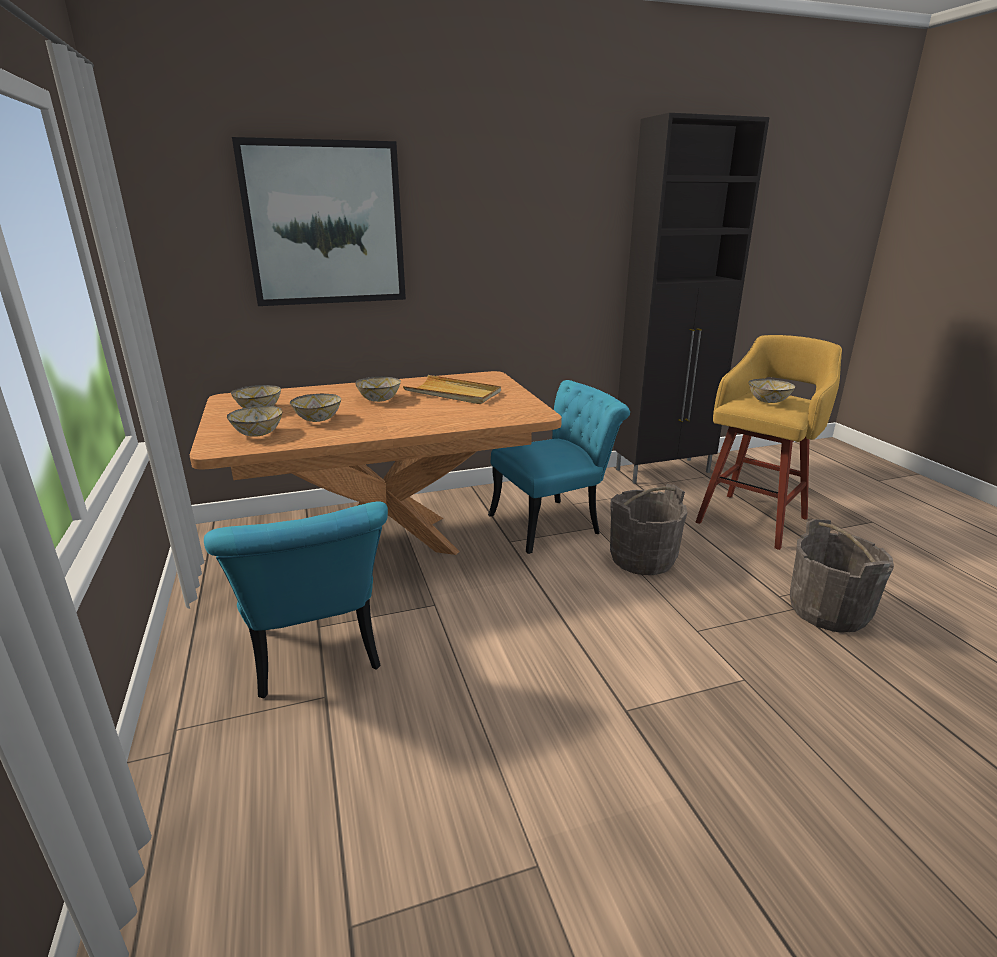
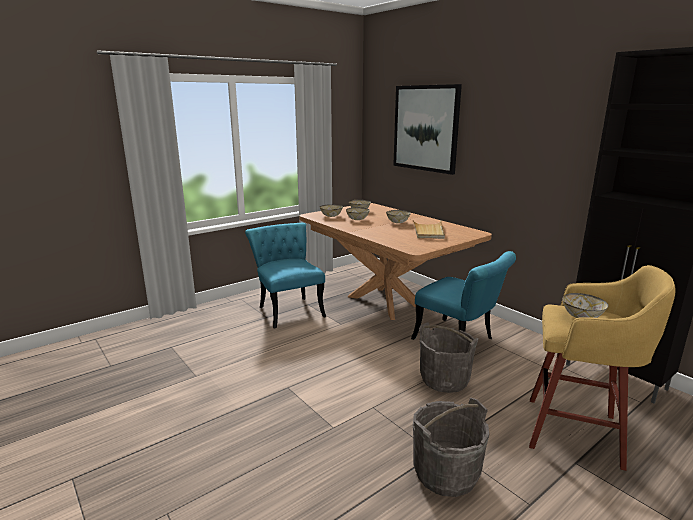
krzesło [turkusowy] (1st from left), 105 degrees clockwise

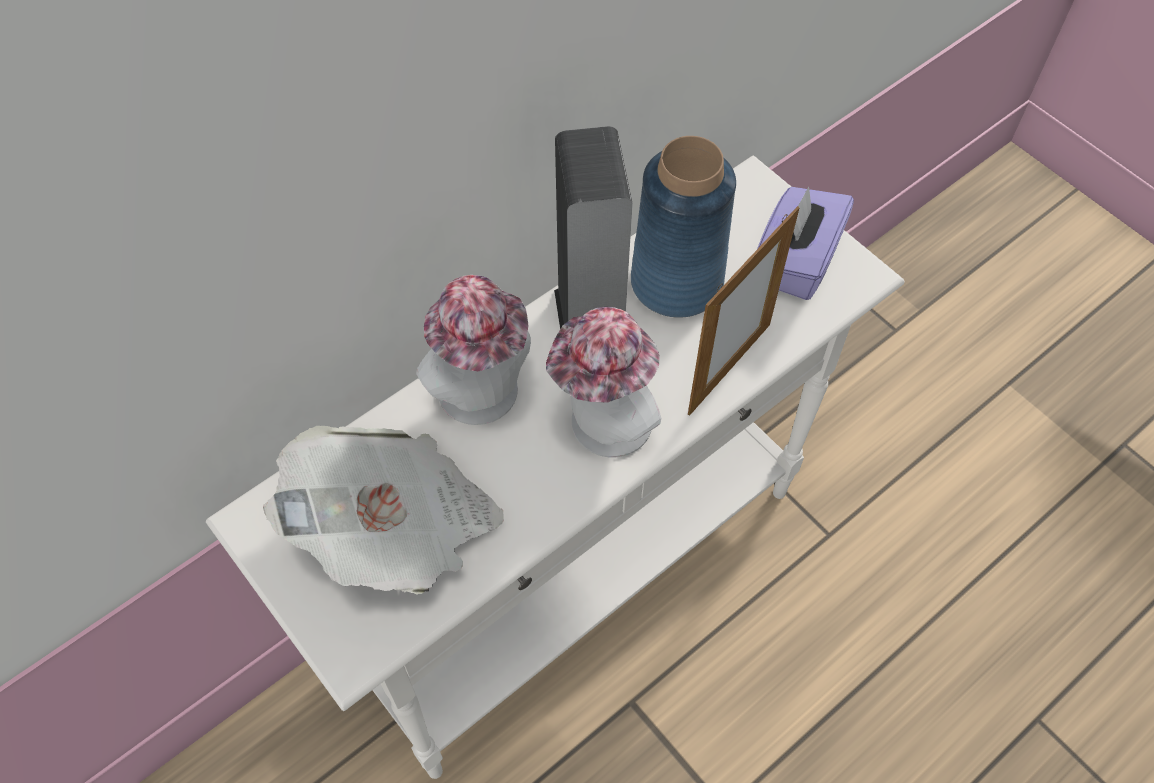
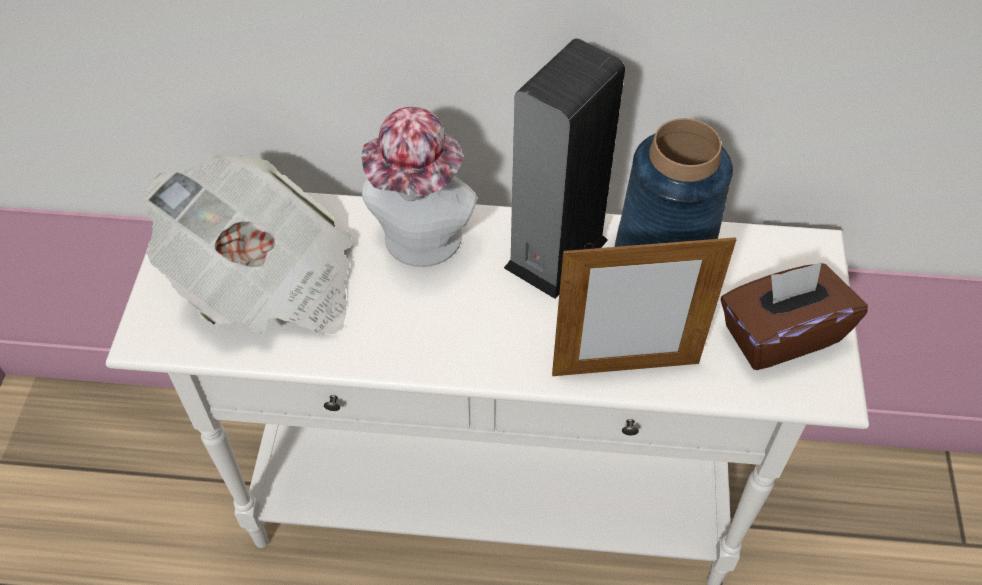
kapelusz (2nd from left) -> none
pudełko chusteczek [fioletowy] -> pudełko chusteczek [brązowy]

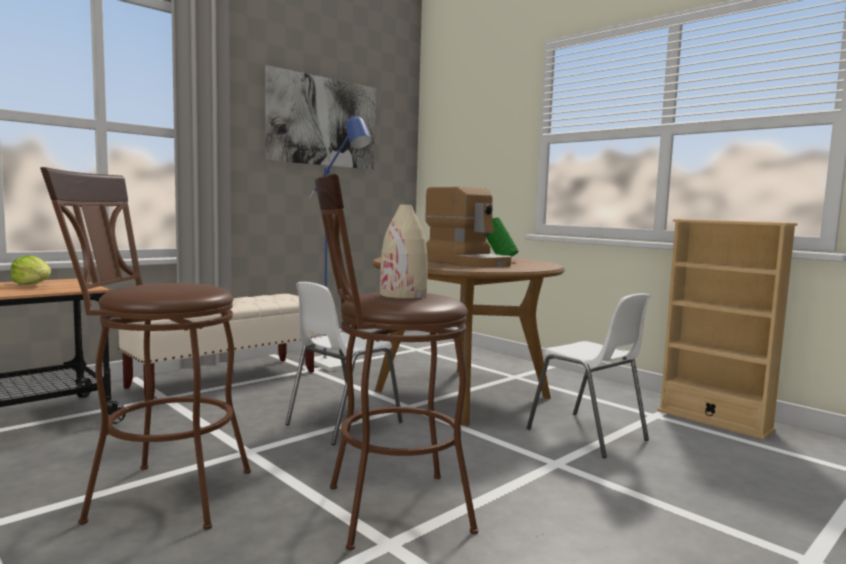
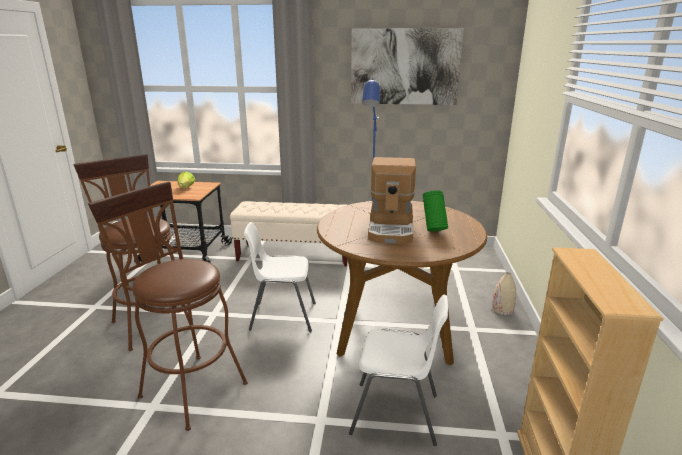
wazon [beżowy], move
krzesło [biały] (2nd from left), 90 degrees counterclockwise

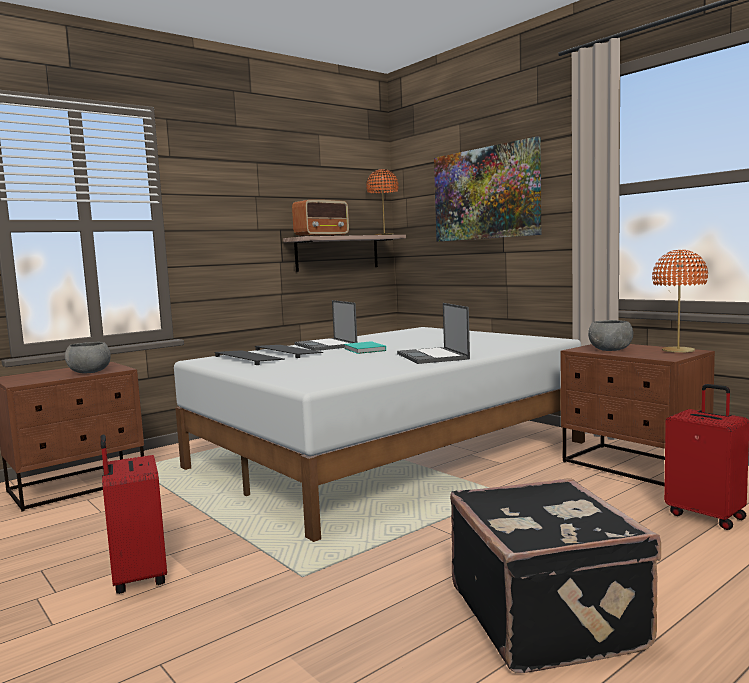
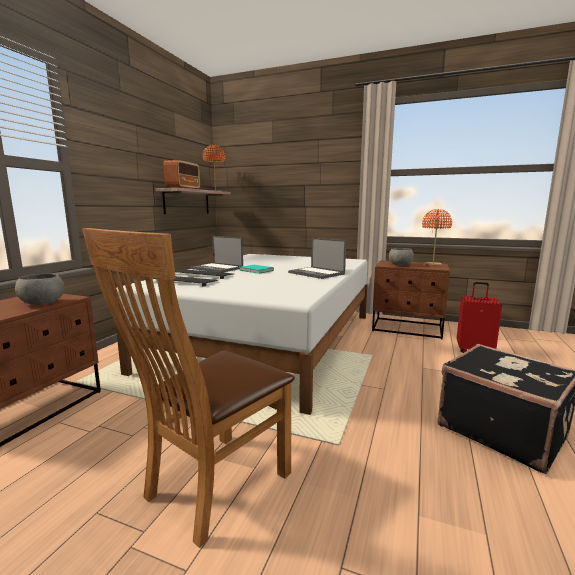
walizka [czerwony] (1st from left) -> krzesło [brązowy]
obraz -> none

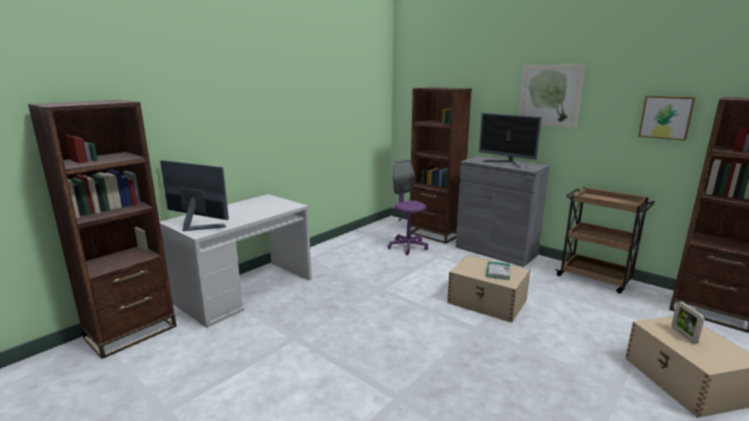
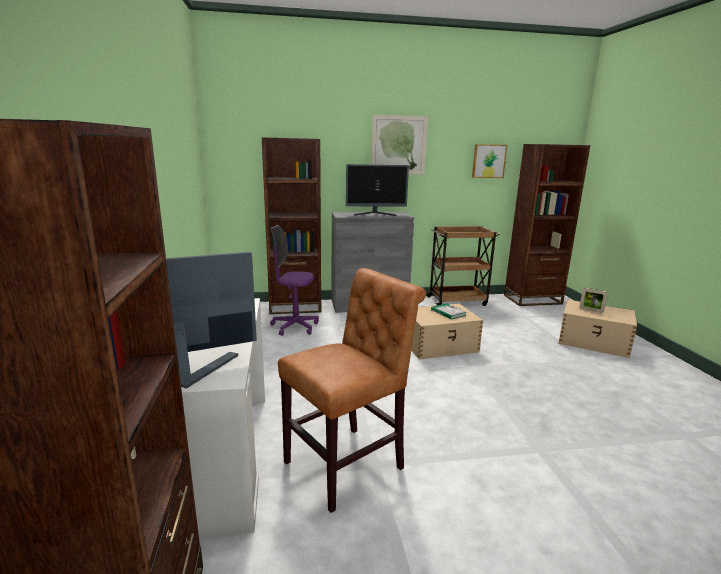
none -> krzesło [brązowy]

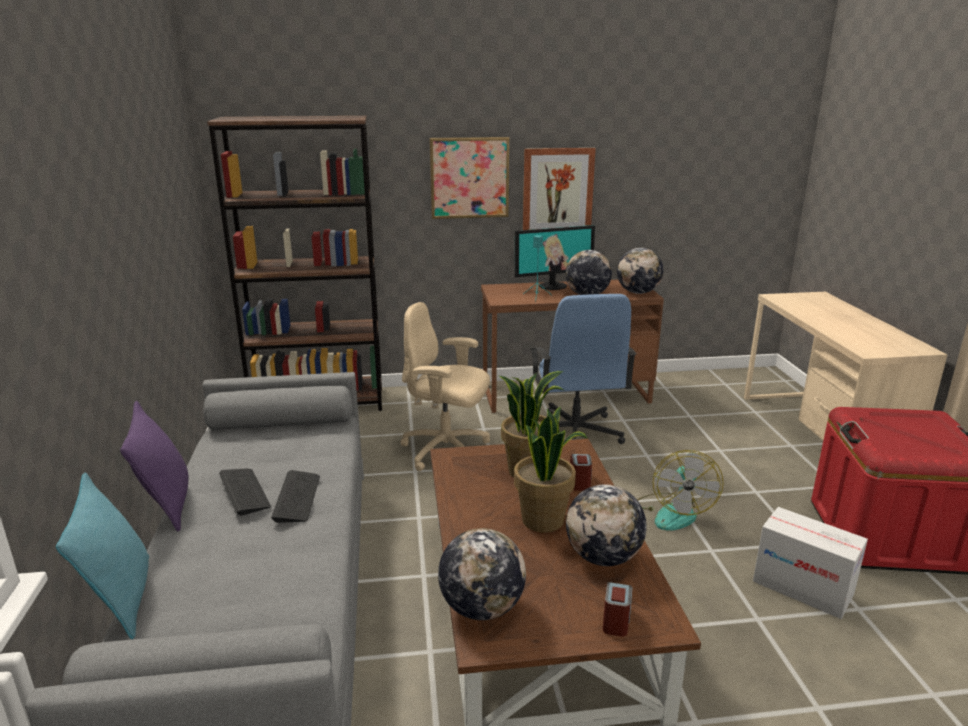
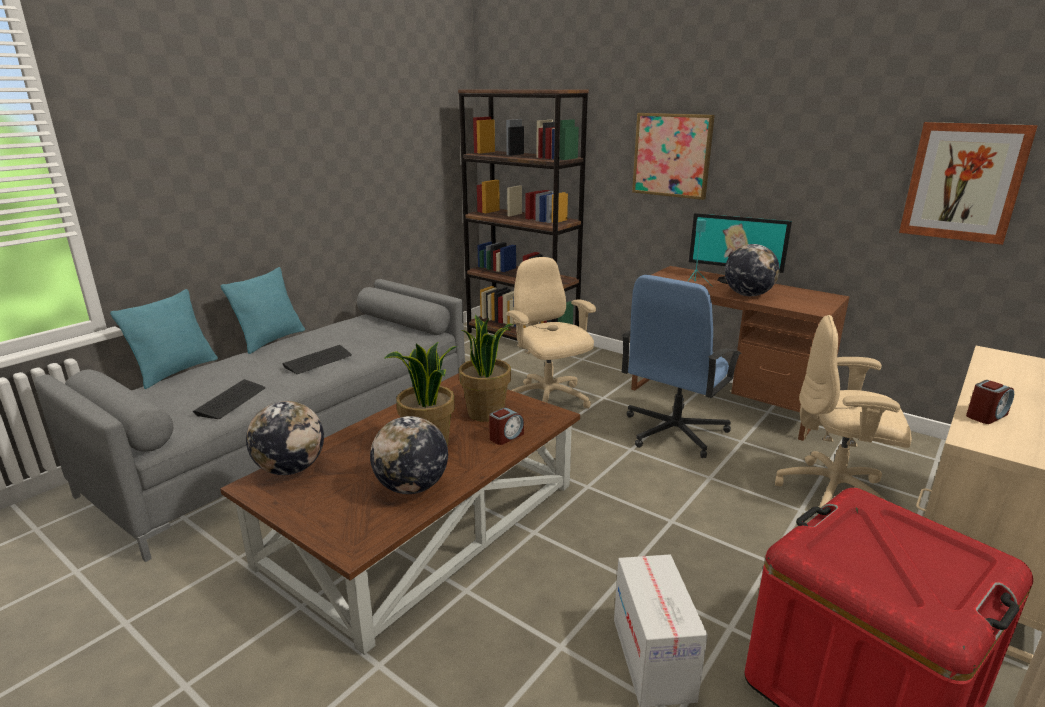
poduszka [fioletowy] -> poduszka [turkusowy] (2nd from left)
klawiatura (1st from left), move
obraz (2nd from left), move
budzik (2nd from left), move
globus (4th from left) -> none
wentylator -> none
none -> krzesło biurowe [beżowy] (2nd from left)

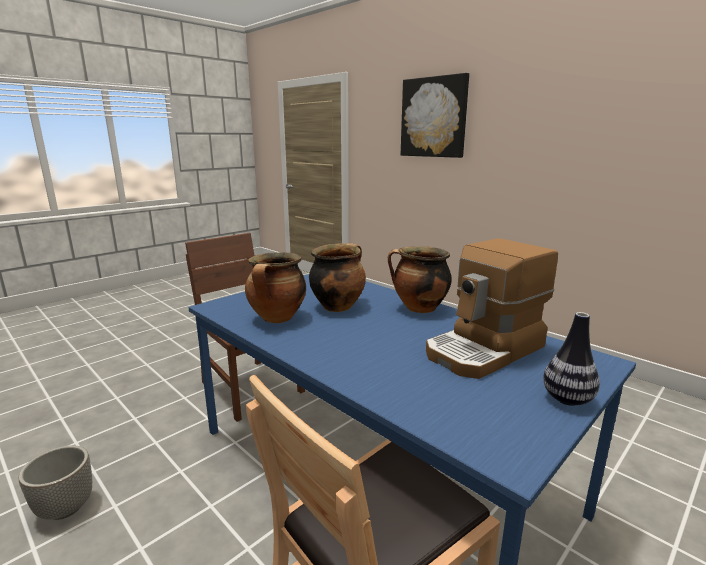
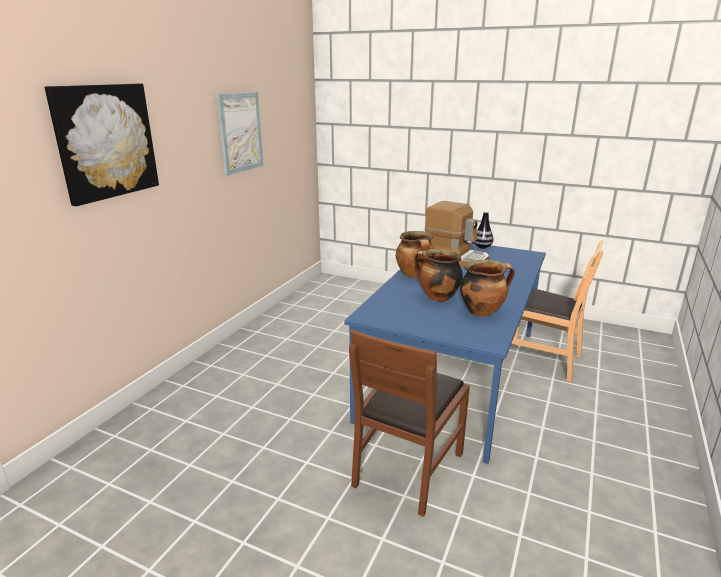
donica -> none
none -> obraz (2nd from left)

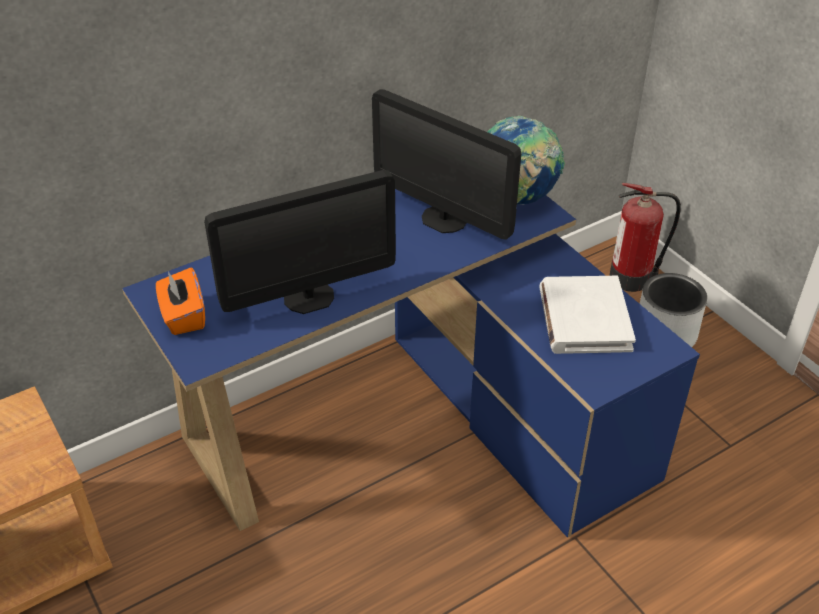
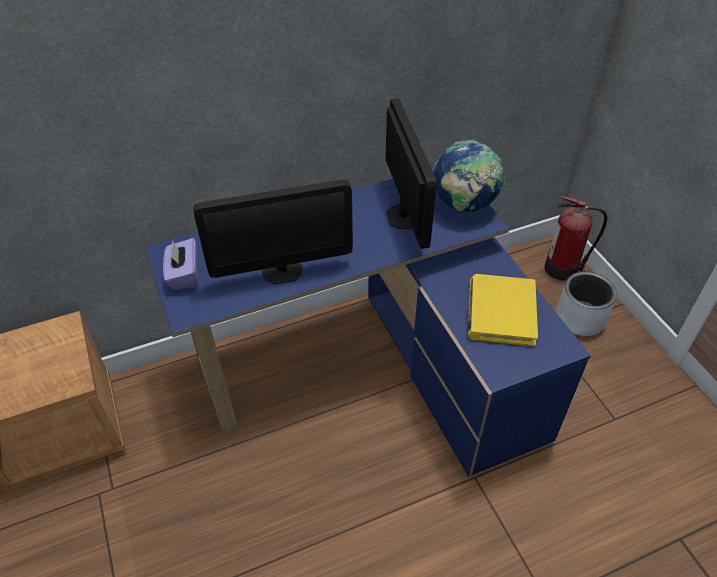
pudełko chusteczek [pomarańczowy] -> pudełko chusteczek [fioletowy]
monitor (2nd from left), 150 degrees counterclockwise
książka [biały] -> książka [żółty]

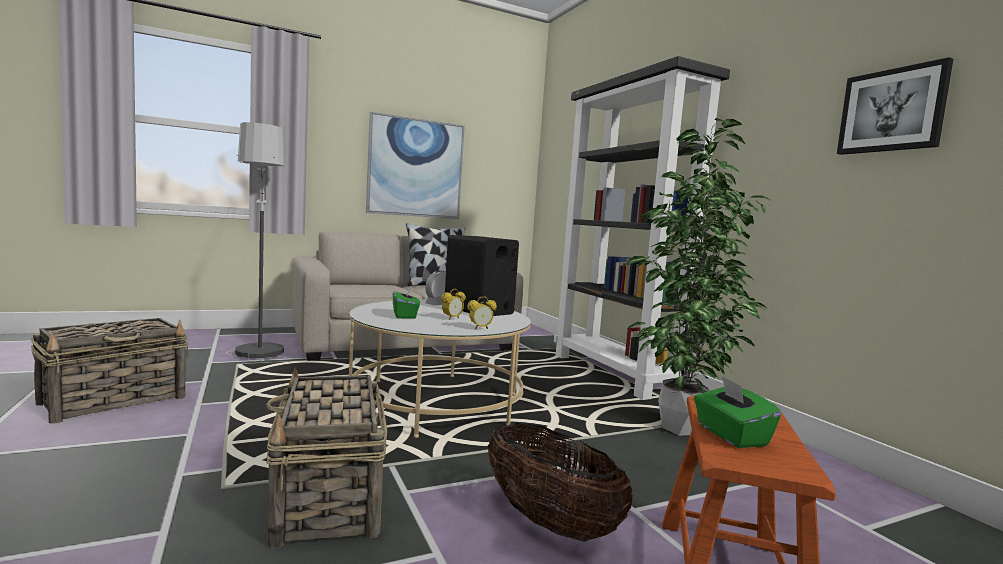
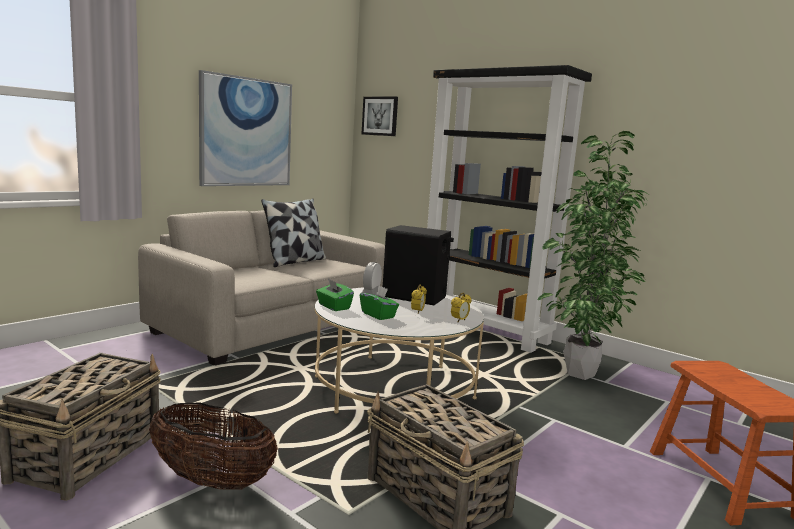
lampa stojąca -> none
koszyk (3rd from left in the first image) -> koszyk (2nd from left), move
pudełko chusteczek [zielony] (2nd from left in the first image) -> pudełko chusteczek [zielony] (1st from left), move
obraz (2nd from left), move

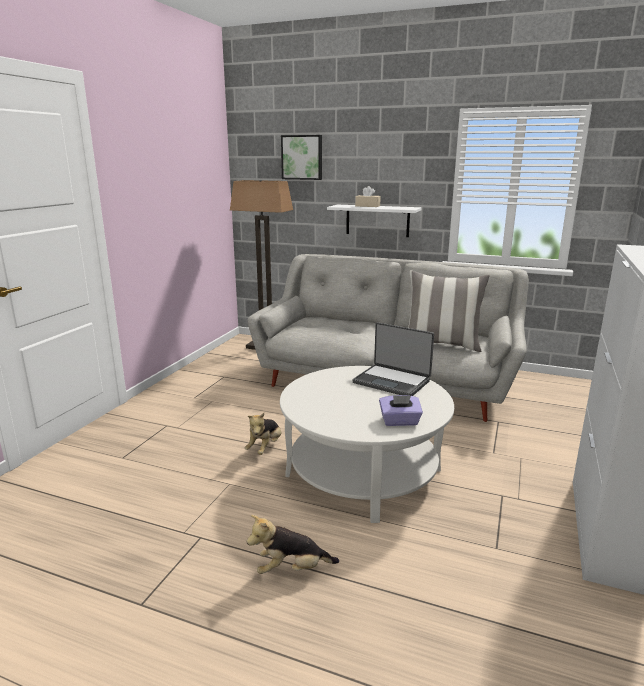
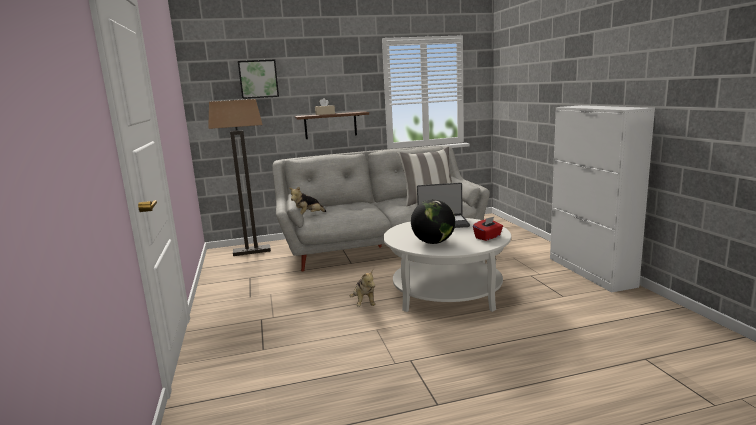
pluszak (2nd from left in the first image) -> pluszak (1st from left), move
półka [biały] -> półka [brązowy]
pudełko chusteczek [fioletowy] -> pudełko chusteczek [czerwony]
none -> globus

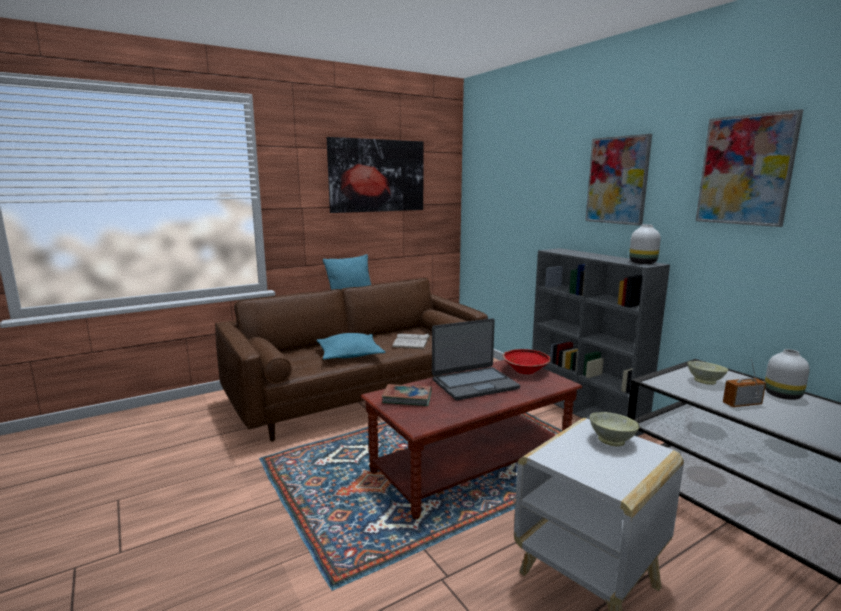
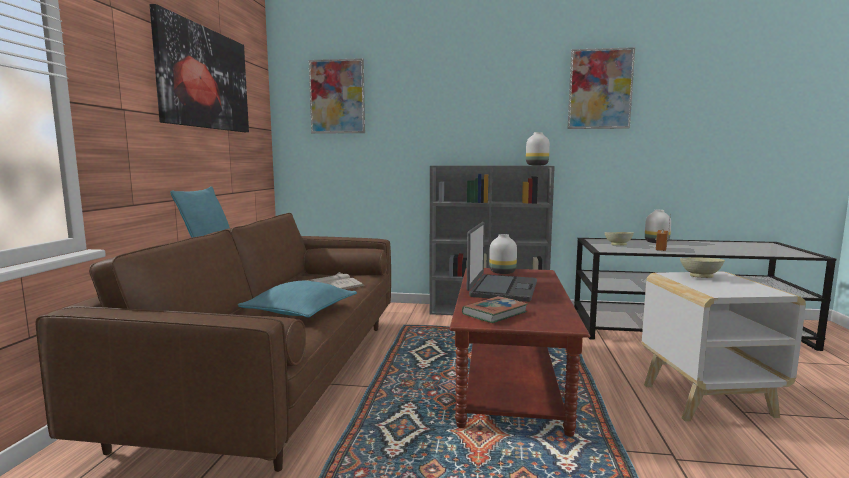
miska [czerwony] -> wazon [biały] (1st from left)
obraz (2nd from left), move

